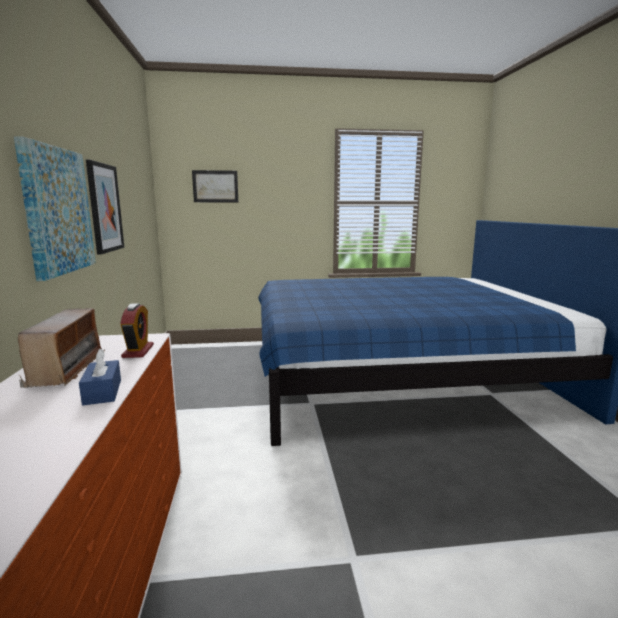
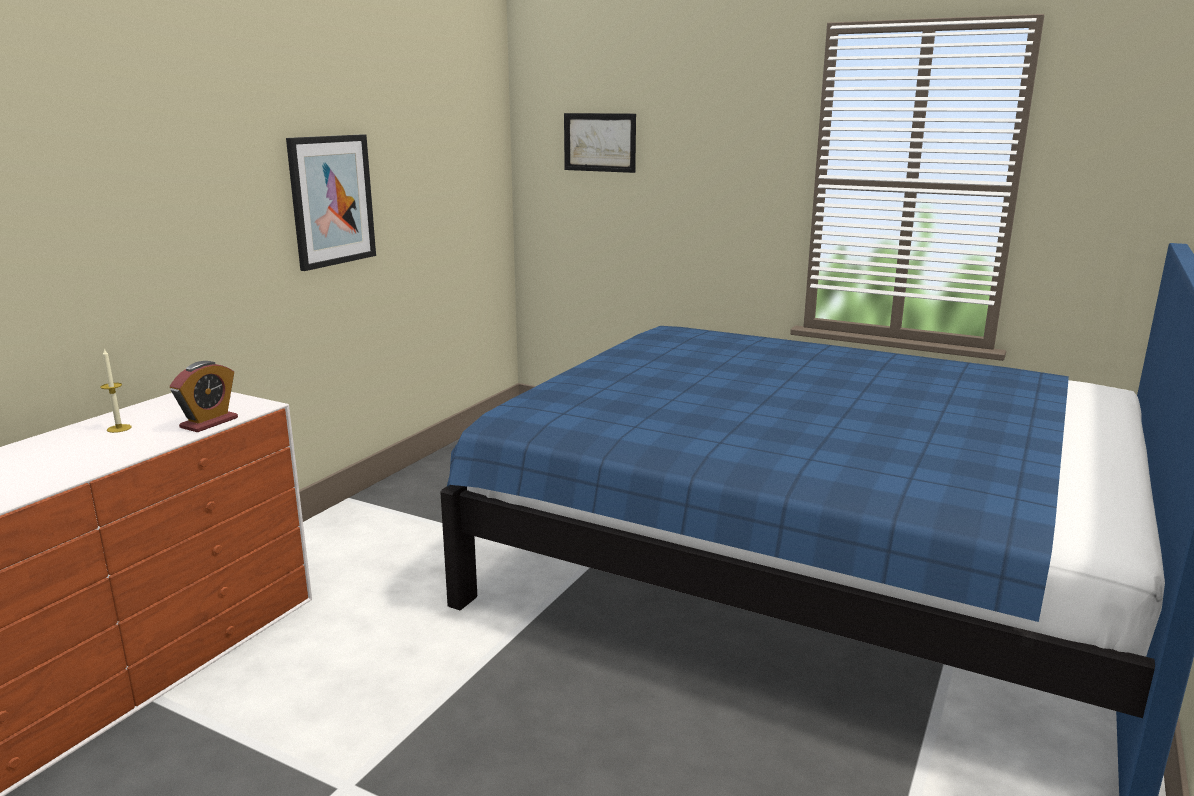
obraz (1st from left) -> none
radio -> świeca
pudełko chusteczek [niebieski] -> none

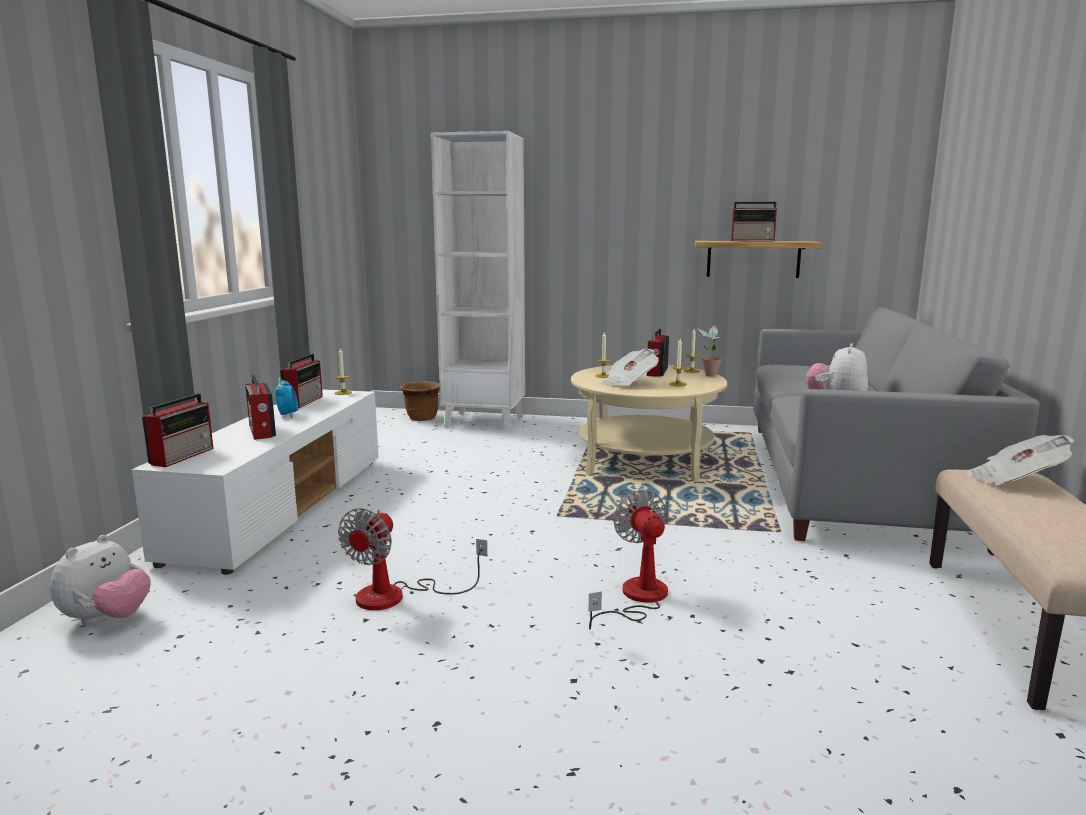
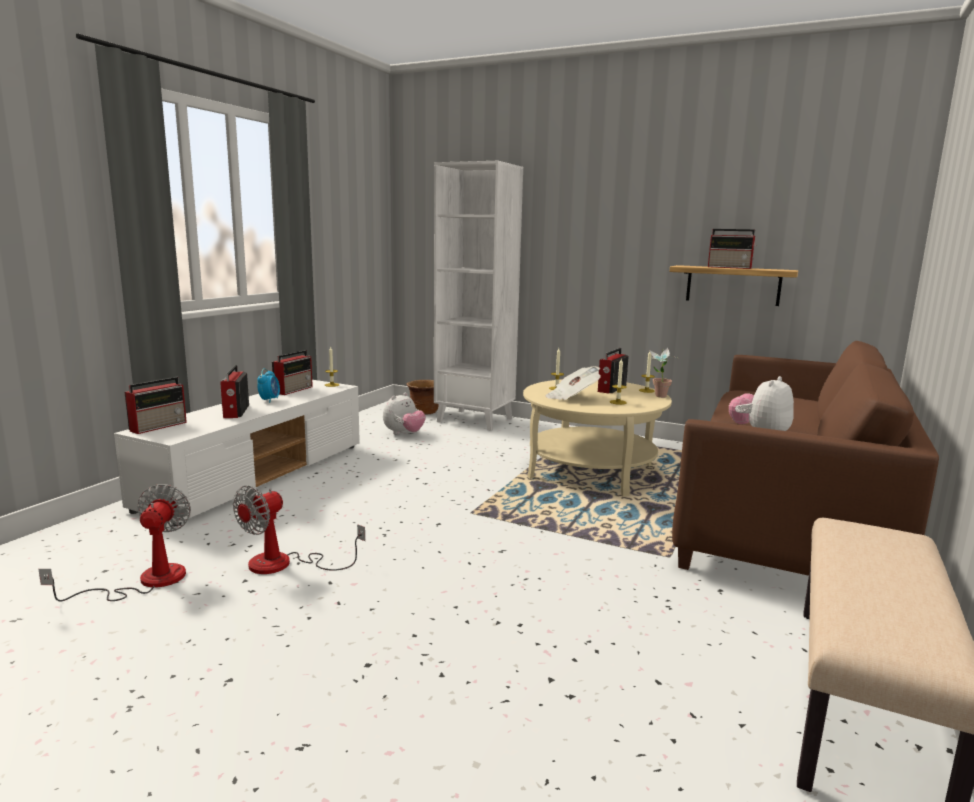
pluszak (1st from left), move
wentylator (2nd from left in the first image) -> wentylator (1st from left), move
kanapa [szary] -> kanapa [brązowy]
gazeta (2nd from left) -> none

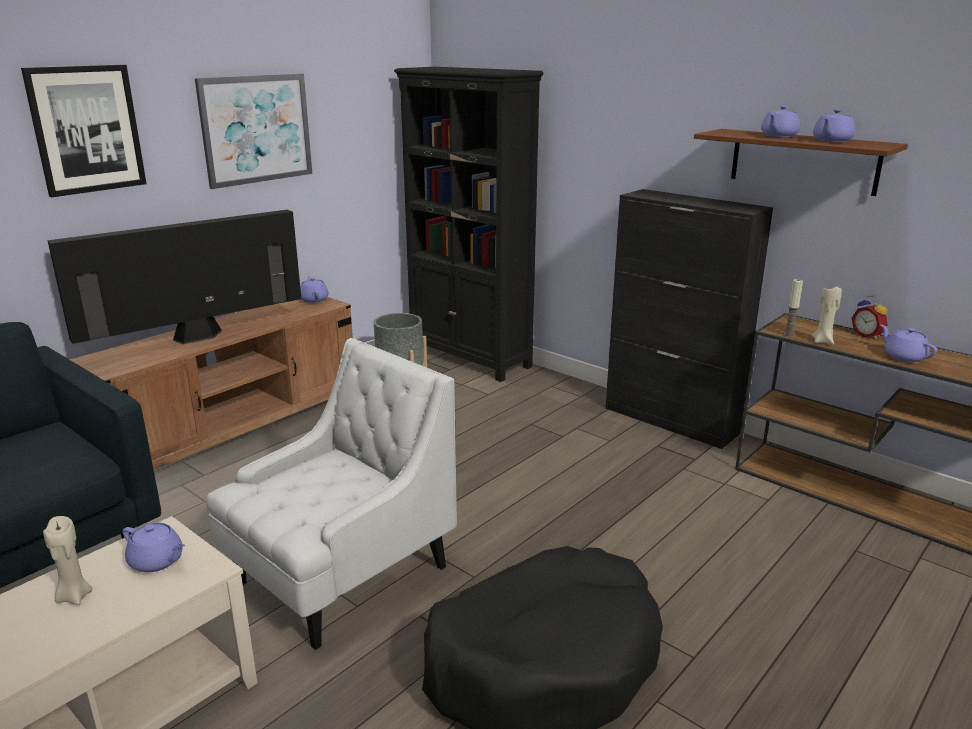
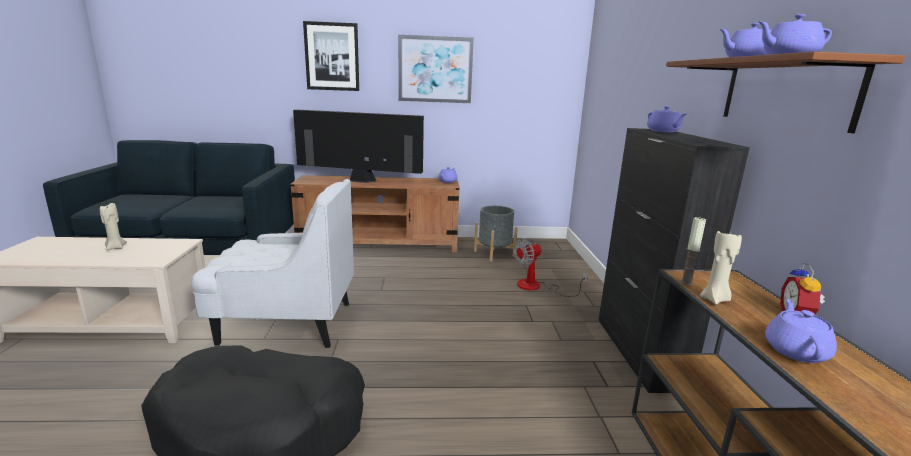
imbryk [fioletowy] (1st from left in the first image) -> imbryk [fioletowy] (2nd from left), move
regał [czarny] -> none
none -> wentylator

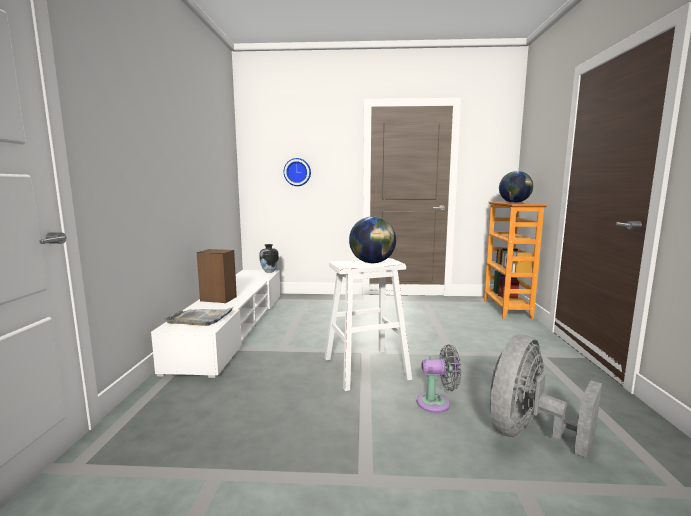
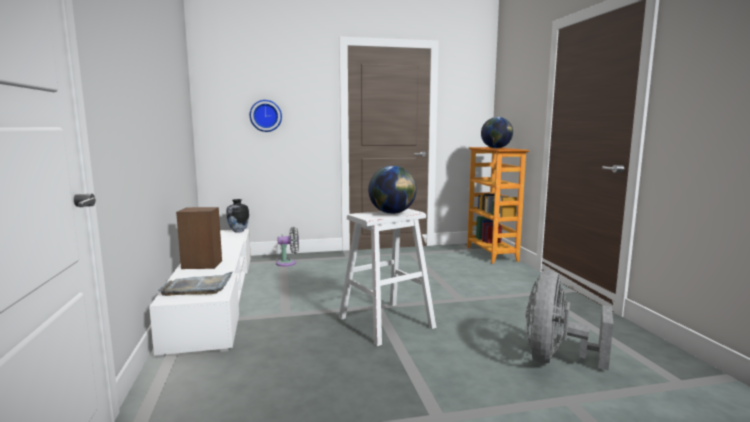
wentylator [szary] (1st from left), move

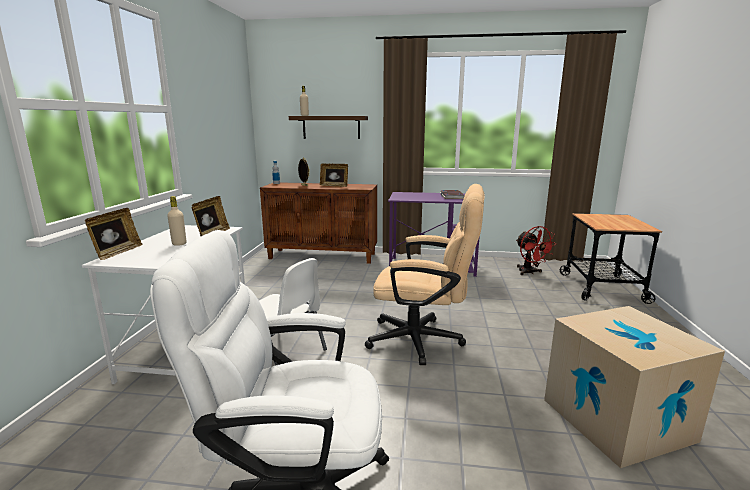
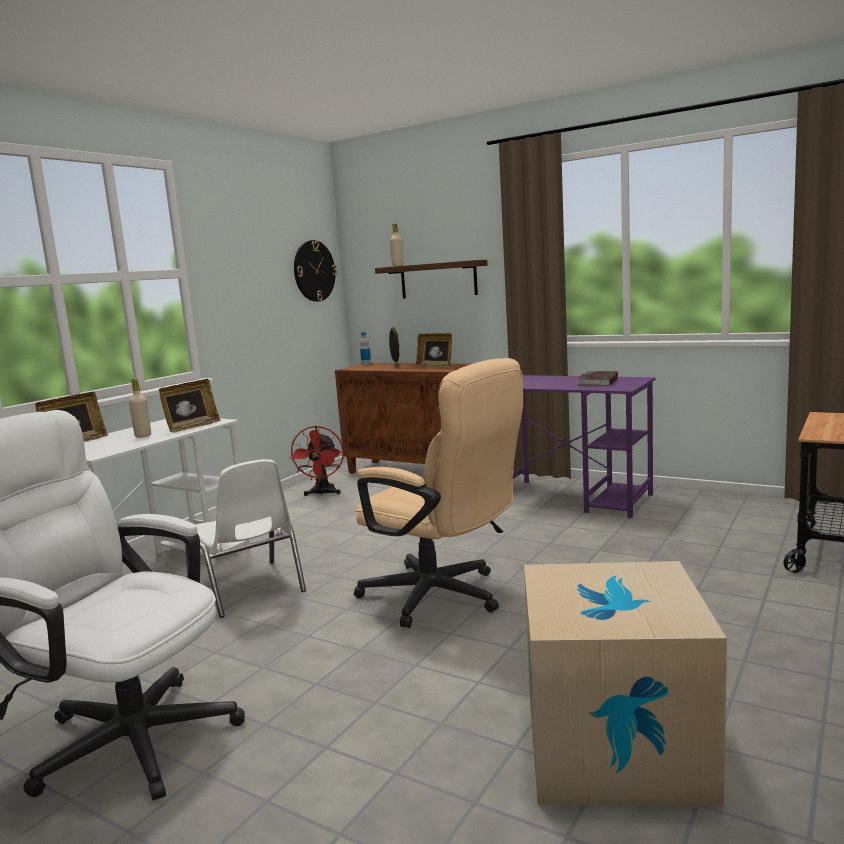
wentylator [czerwony], move
none -> zegar ścienny

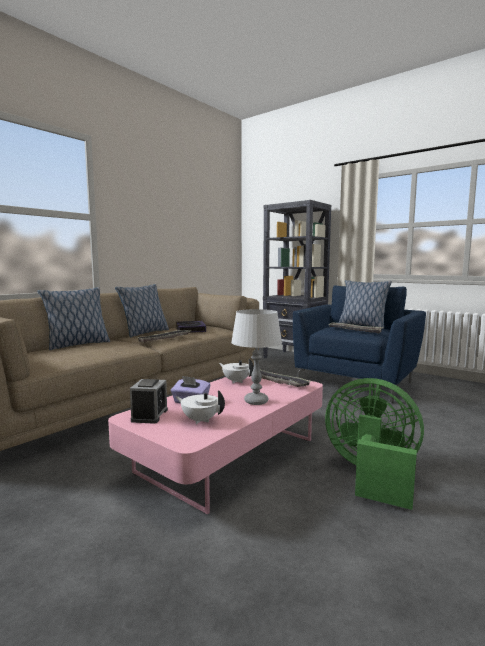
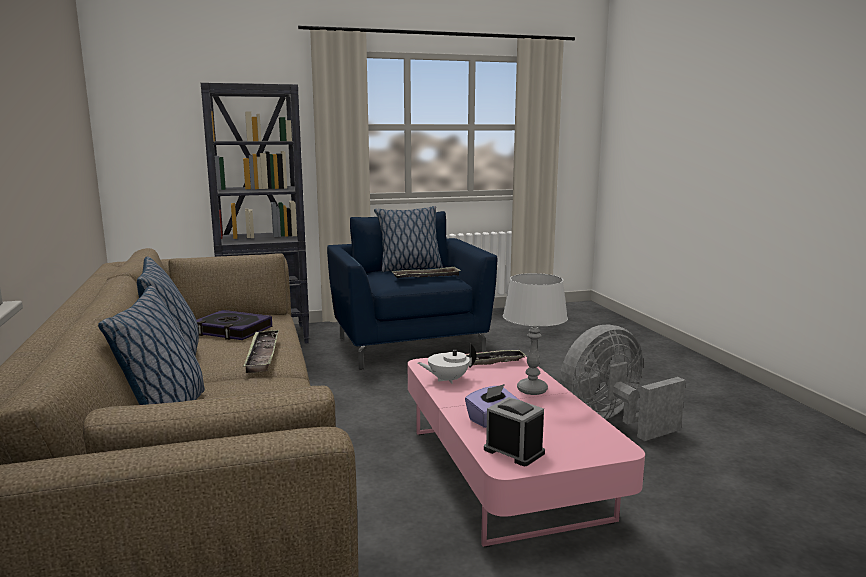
imbryk [biały] (1st from left) -> none
wentylator [zielony] -> wentylator [szary]

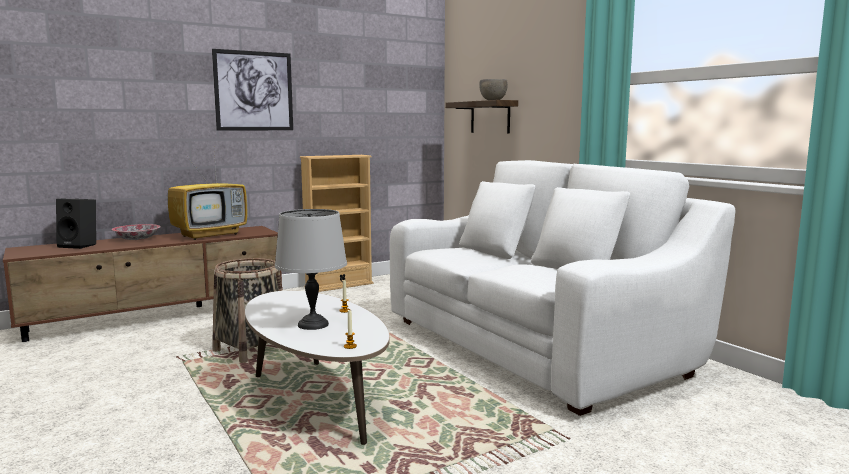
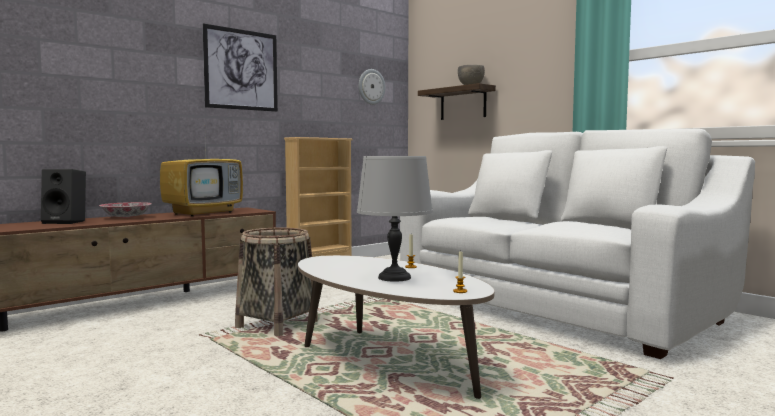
none -> zegar ścienny

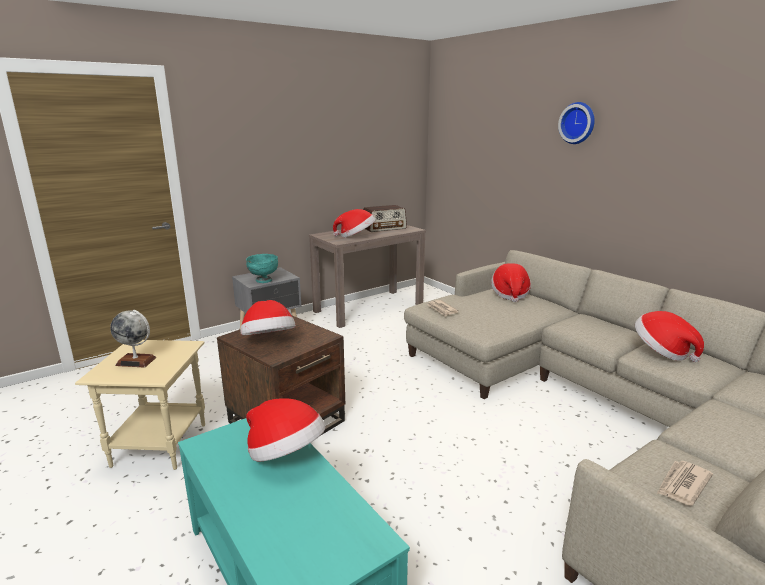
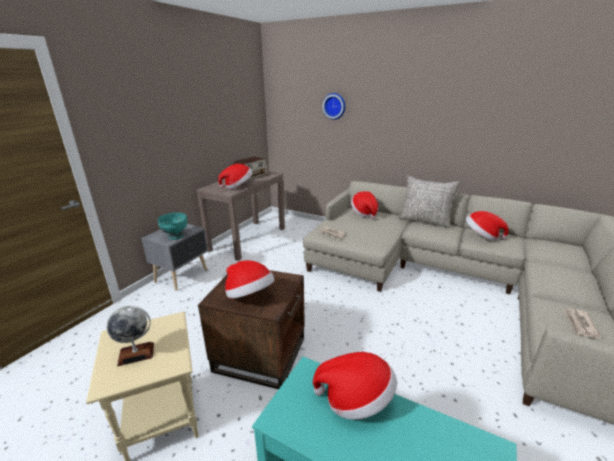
zegar ścienny, move
none -> poduszka [szary]

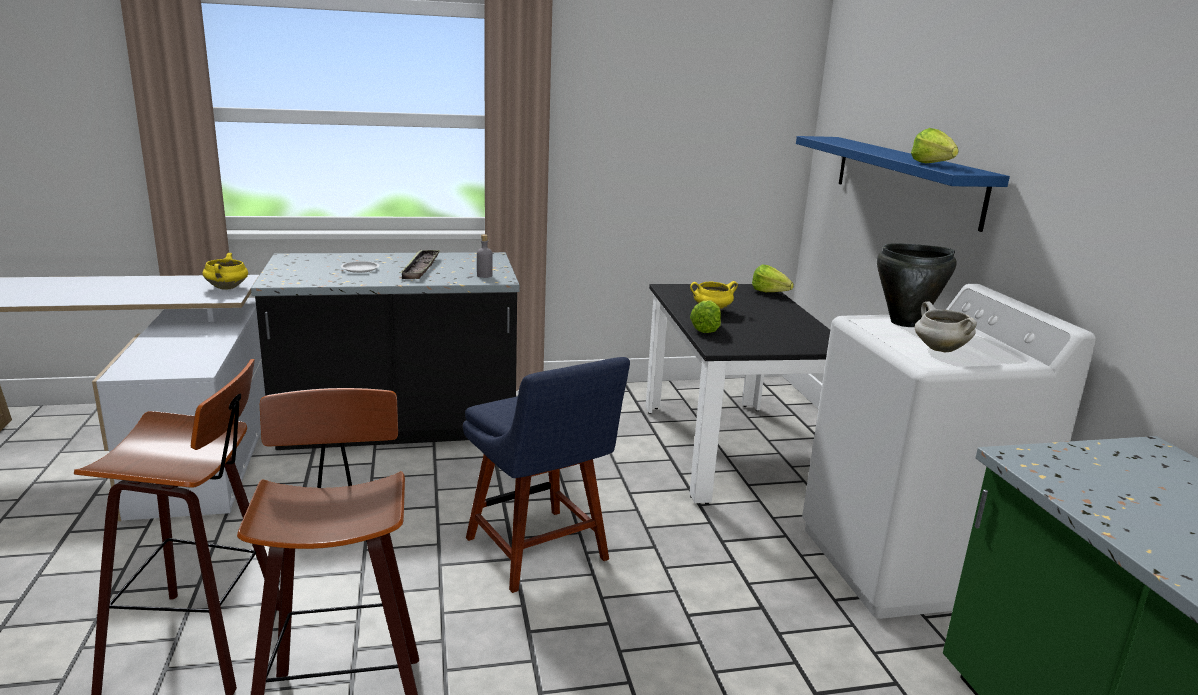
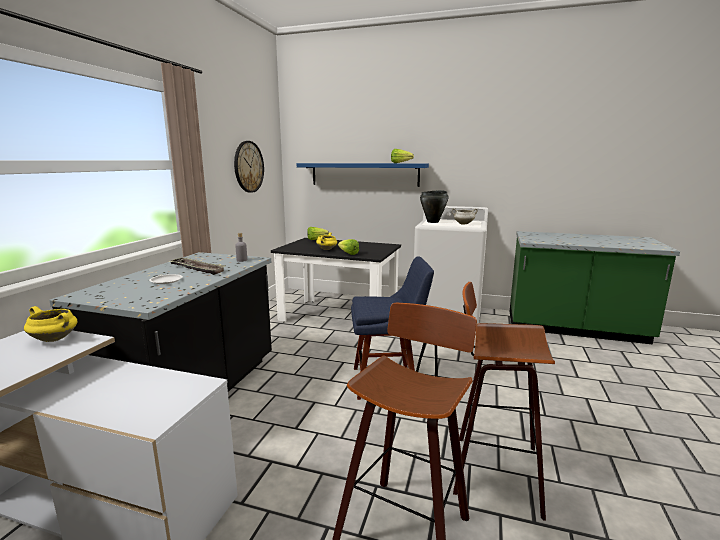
none -> zegar ścienny

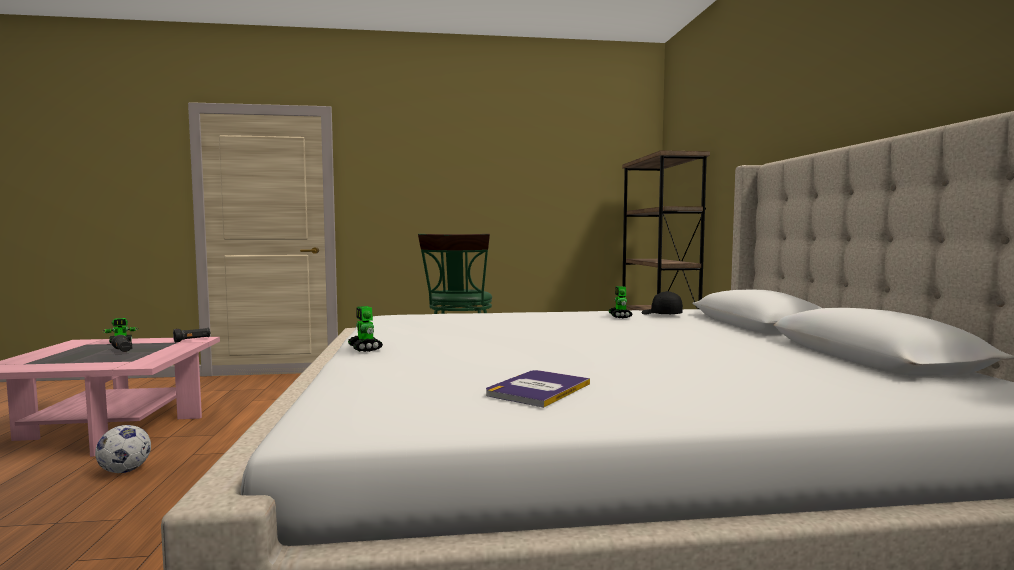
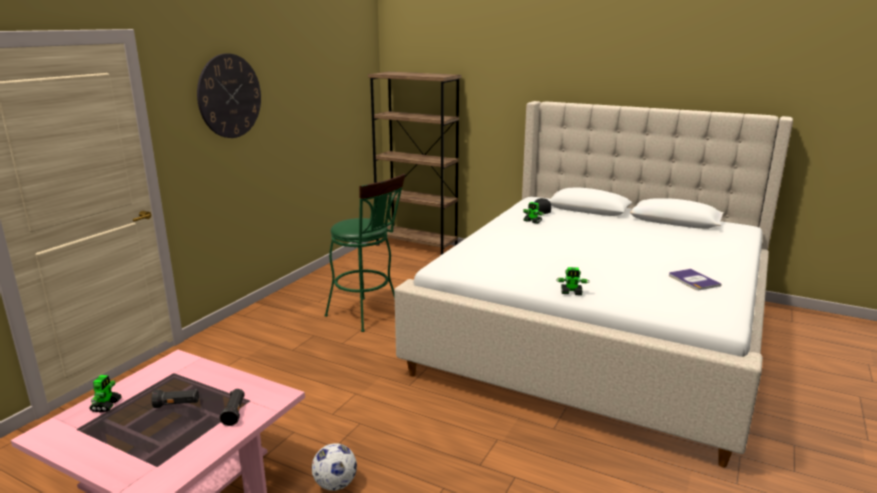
latarka [czarny] (2nd from left), move
none -> zegar ścienny

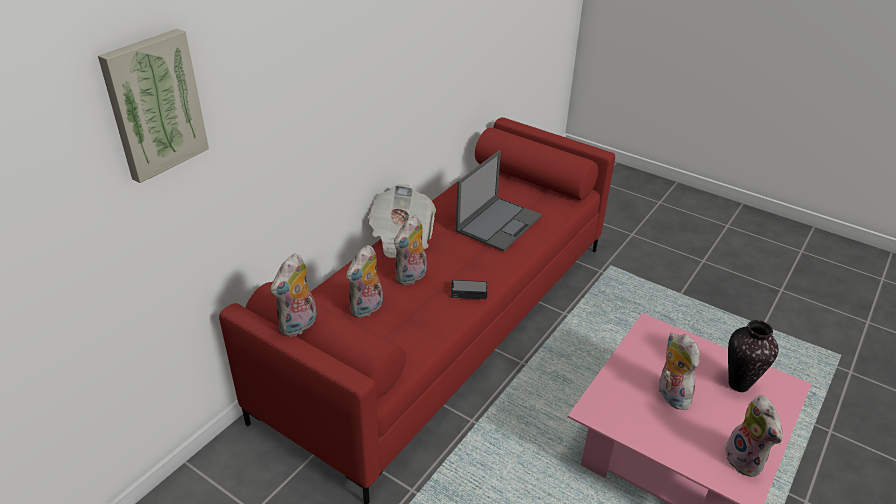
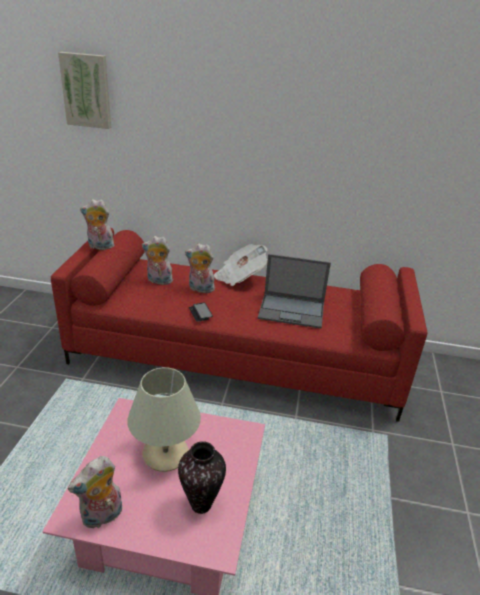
pluszak (4th from left) -> lampa stołowa [beżowy]

